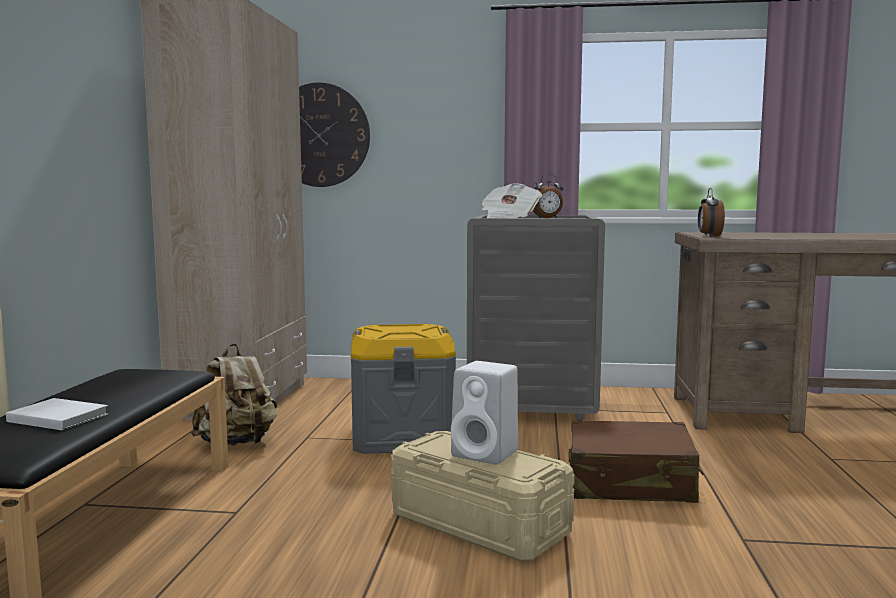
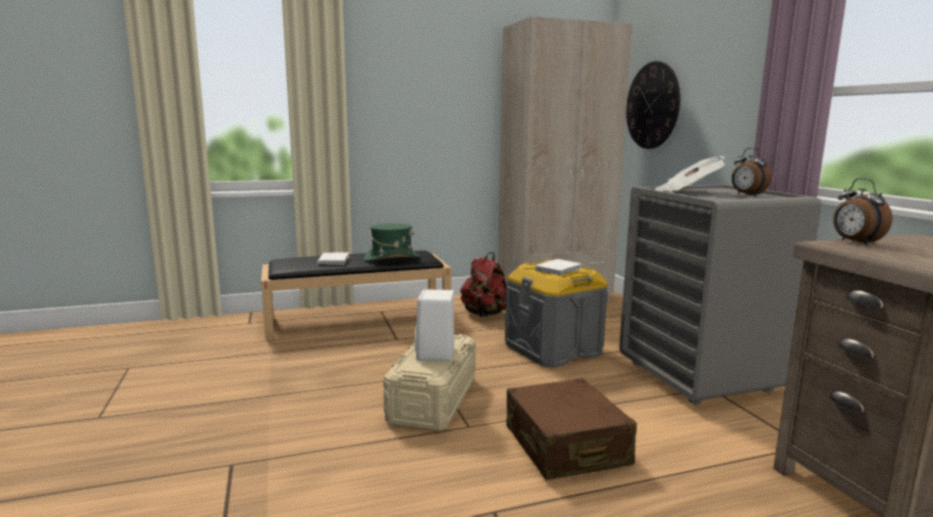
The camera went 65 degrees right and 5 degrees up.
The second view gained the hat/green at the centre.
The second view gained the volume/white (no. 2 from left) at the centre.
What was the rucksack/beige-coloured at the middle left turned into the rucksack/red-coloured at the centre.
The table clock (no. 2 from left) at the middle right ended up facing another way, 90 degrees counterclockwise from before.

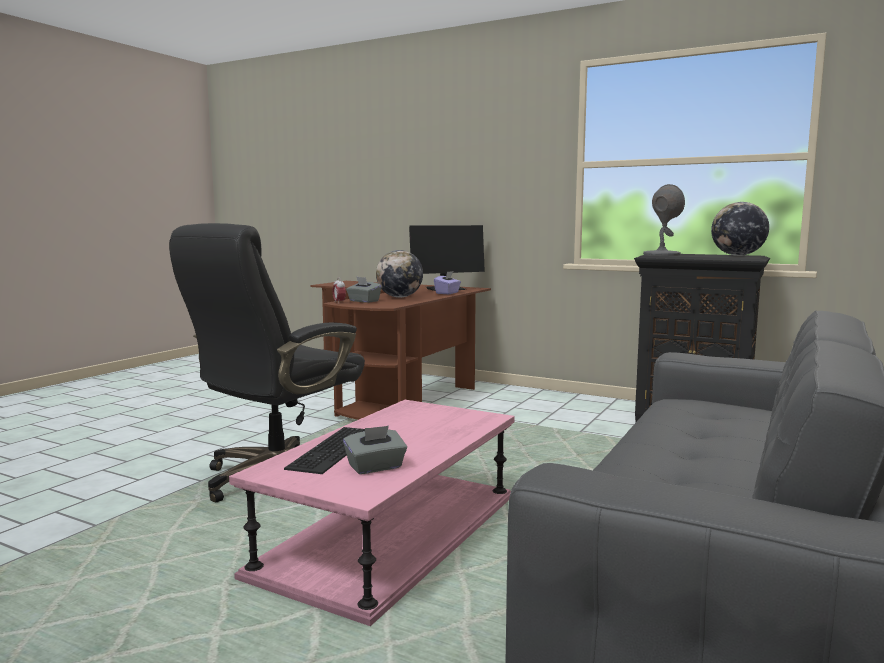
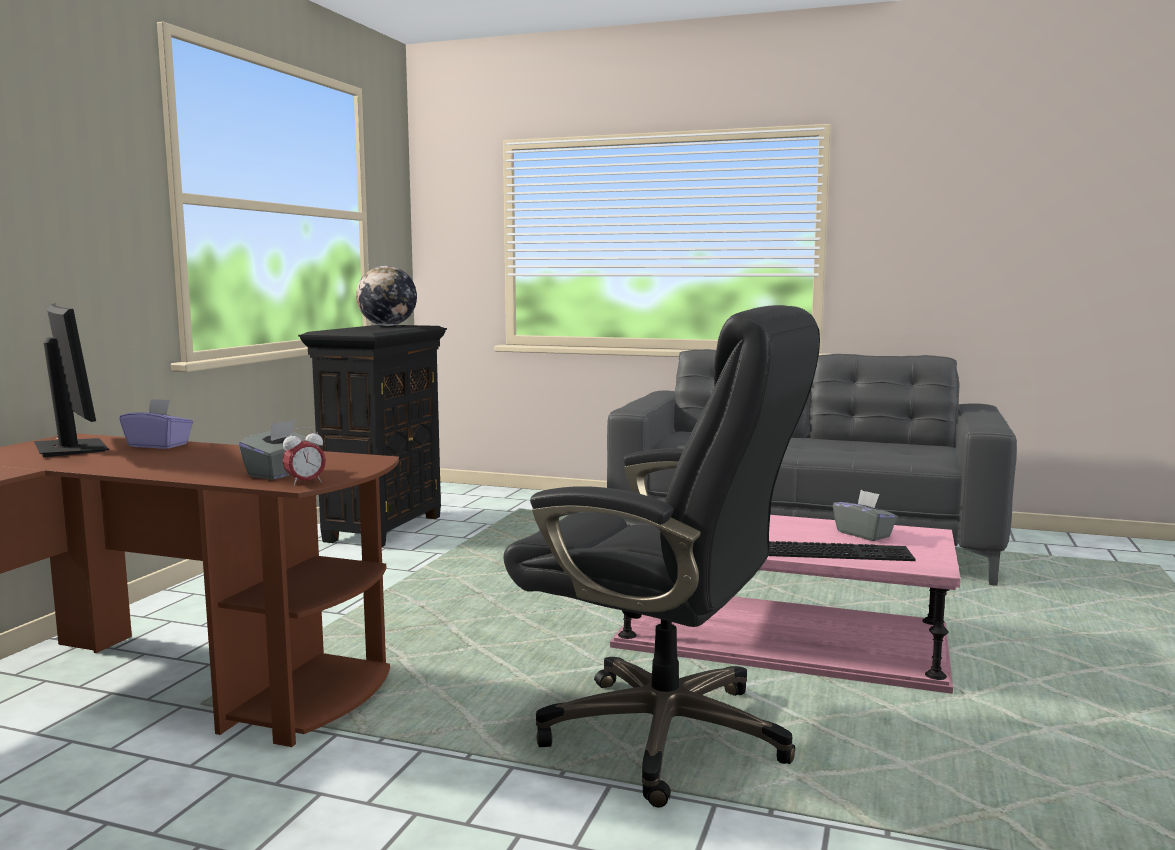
The camera went 100 degrees left and 0 degrees up.
The second view lost the desk globe (no. 1 from left) at the centre.
The second view lost the table lamp/gray at the top right.

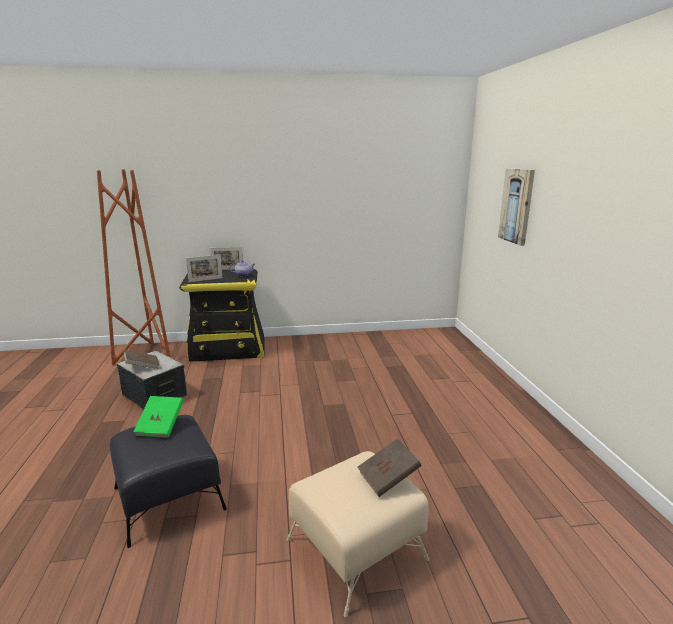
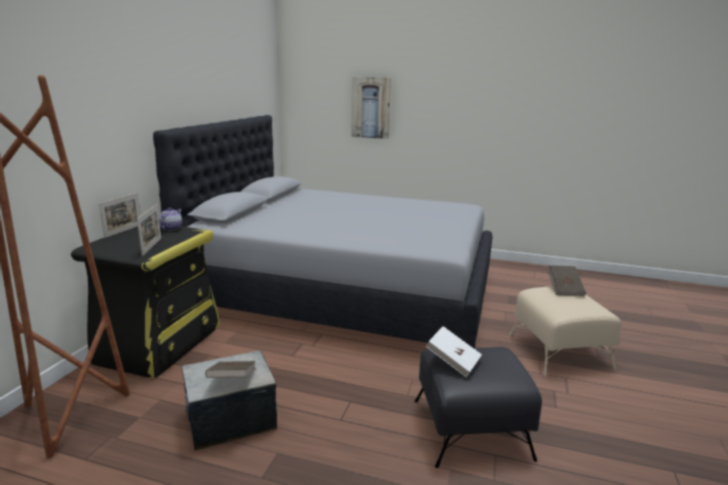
The camera went 65 degrees left and 0 degrees up.
The second view gained the bed/gray at the centre.
What was the volume/green at the bottom left turned into the volume/white at the bottom centre.

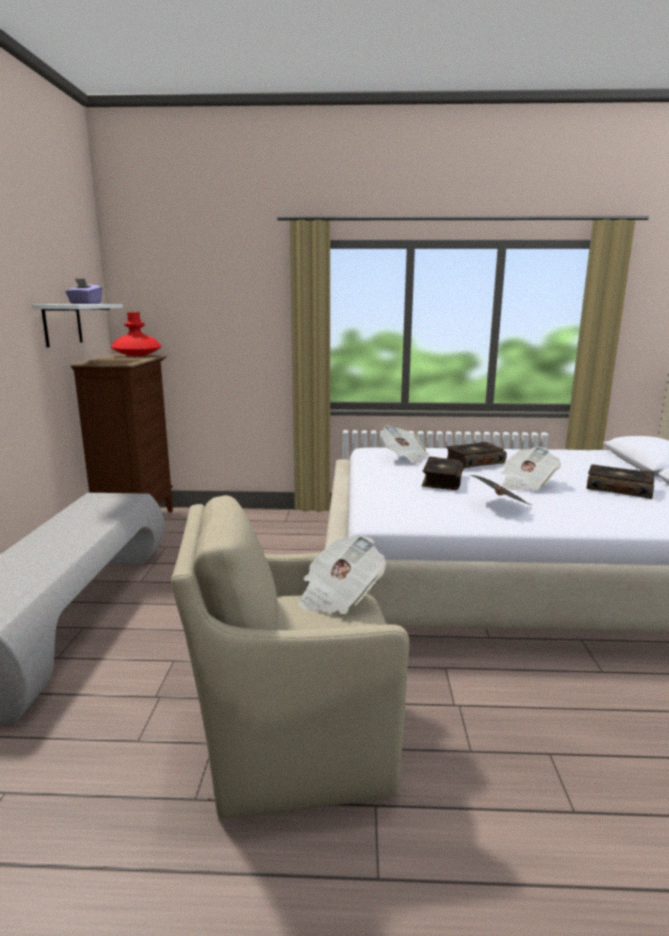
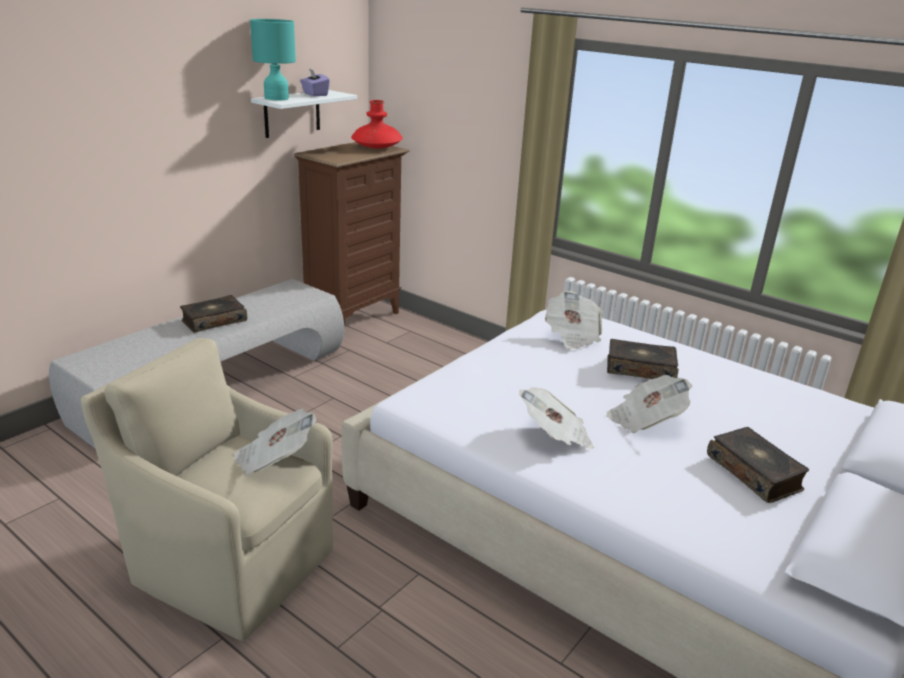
The camera went 35 degrees right and 10 degrees up.
The second view gained the table lamp/turquoise at the top left.
The volume (no. 1 from left) ended up elsewhere, having gone from the centre to the middle left.

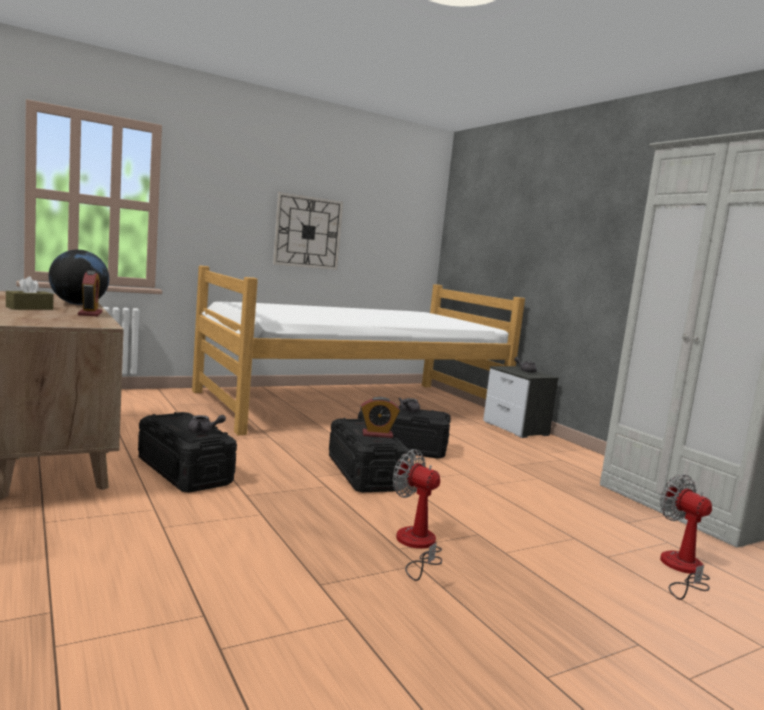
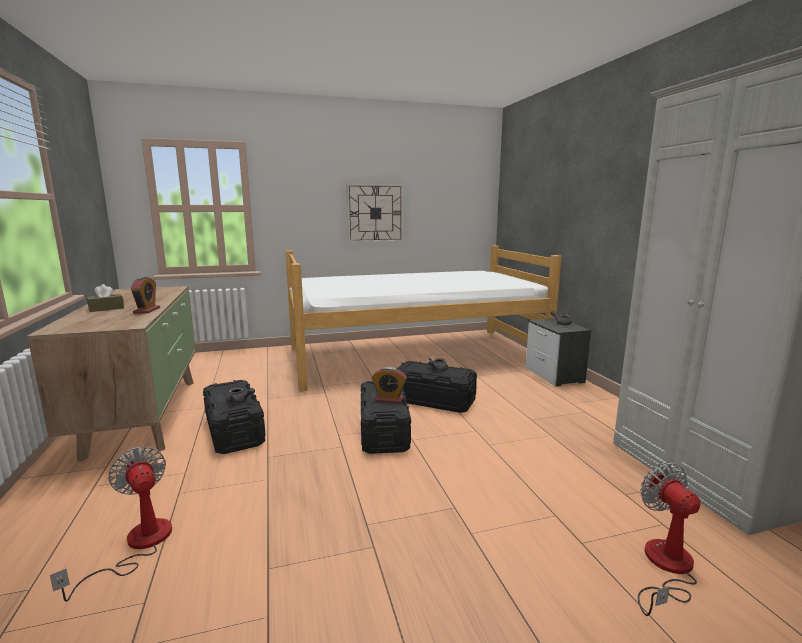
The camera went 15 degrees right and 5 degrees up.
The second view lost the desk globe at the middle left.
The electric fan (no. 1 from left) ended up elsewhere, having gone from the bottom centre to the bottom left.

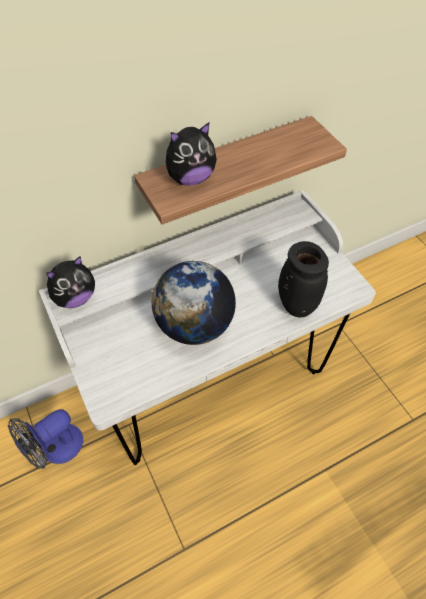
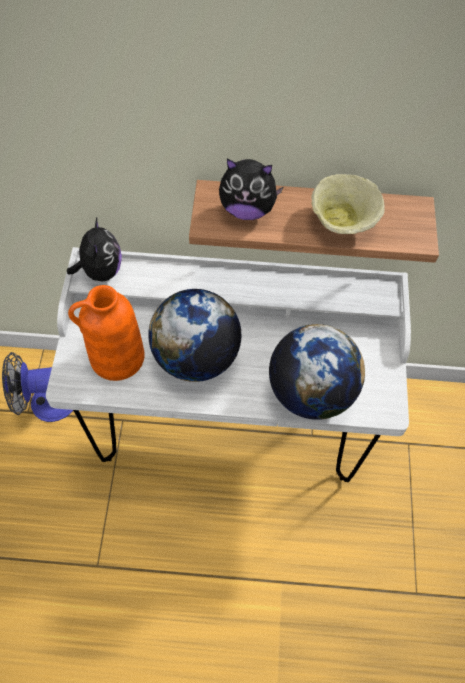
The camera went 30 degrees right and 5 degrees up.
The second view gained the vase/orangey at the middle left.
The second view gained the deep dish/beige-coloured at the top right.
Where the vase/black stood at the middle right, the desk globe (no. 2 from left) came to stand at the middle right.
The plush toy (no. 1 from left) at the middle left ended up facing another way, 90 degrees counterclockwise from before.

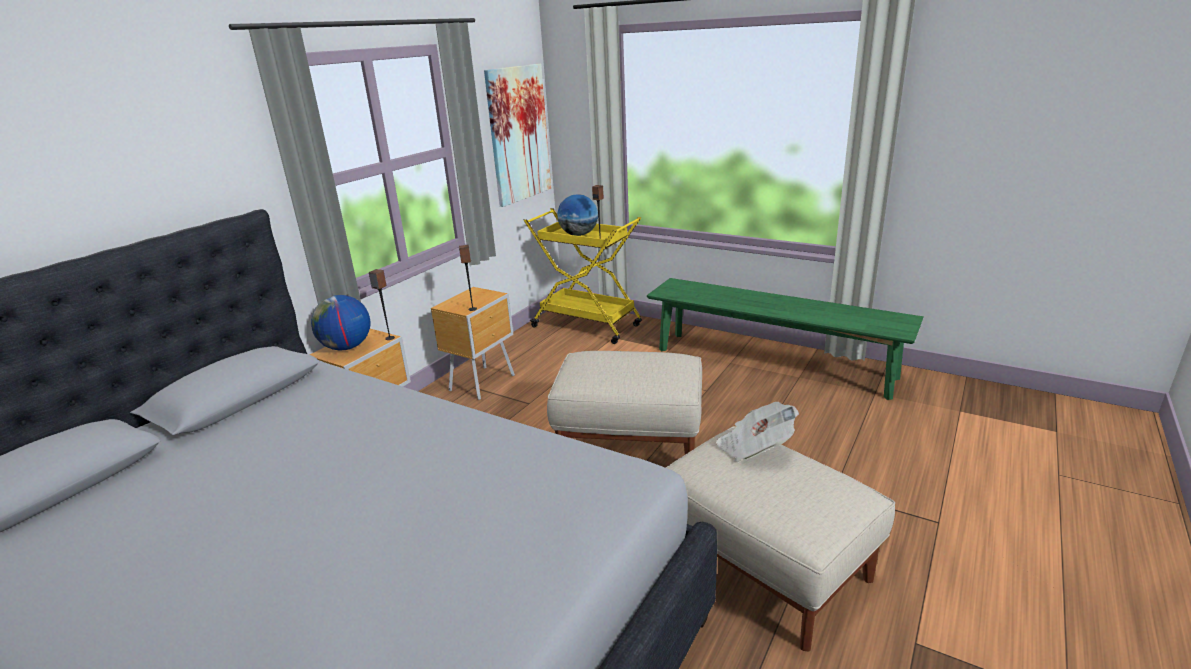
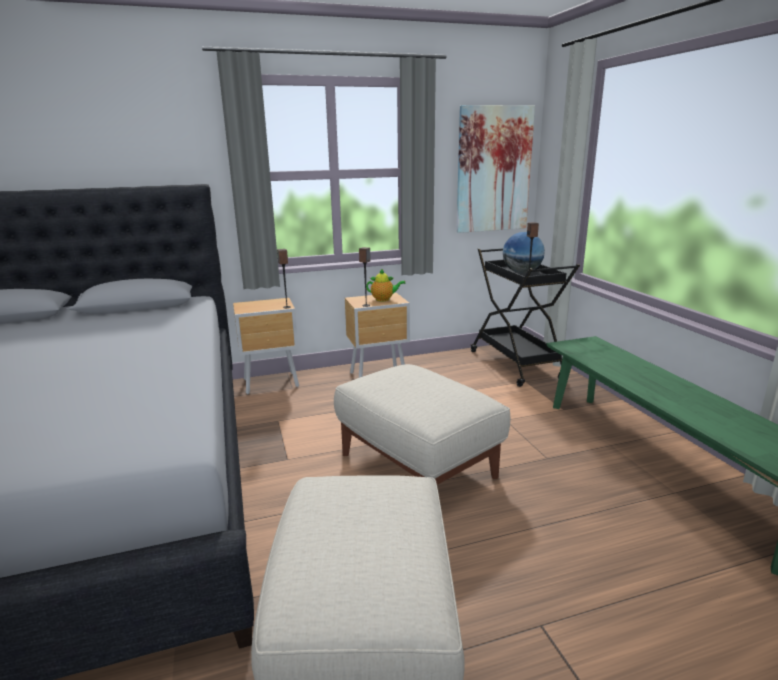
The camera went 40 degrees right and 5 degrees down.
The second view lost the desk globe (no. 1 from left) at the middle left.
The second view lost the daily paper at the centre.
The second view gained the tea pot at the centre.
What was the cart/yellow-coloured at the centre turned into the cart/black at the middle right.

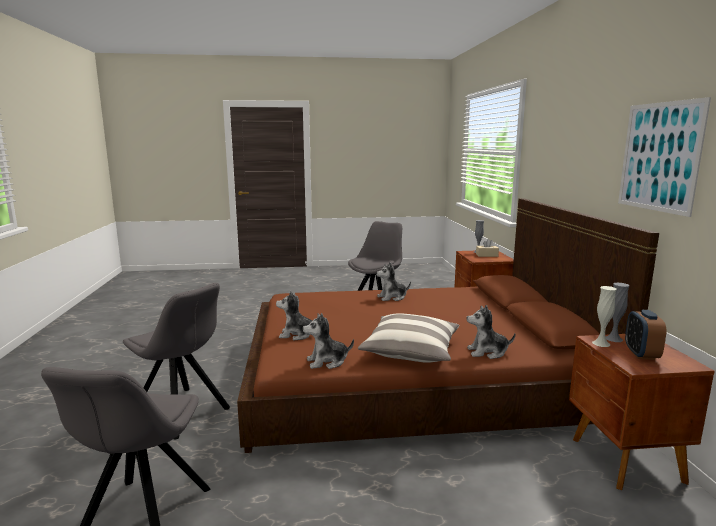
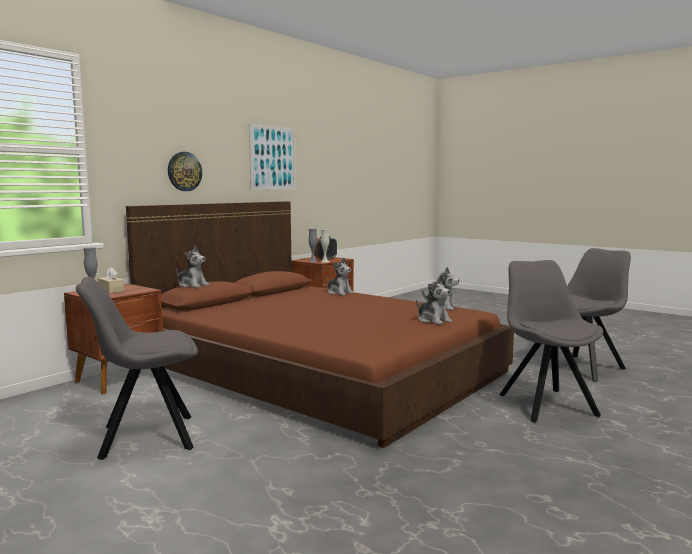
The camera went 135 degrees left and 5 degrees down.
The second view lost the cushion at the centre.
The second view gained the wall clock at the top left.
The plush toy (no. 3 from left in the first image) ended up elsewhere, having gone from the centre to the middle left.

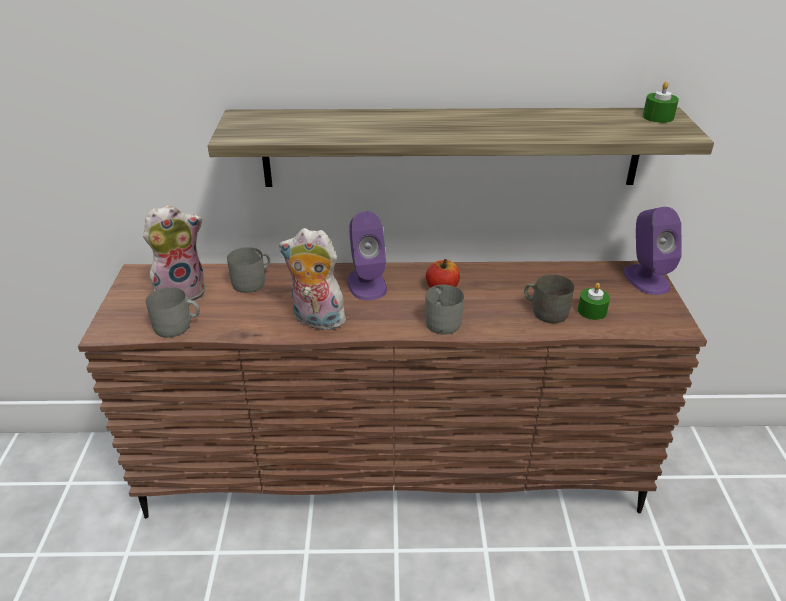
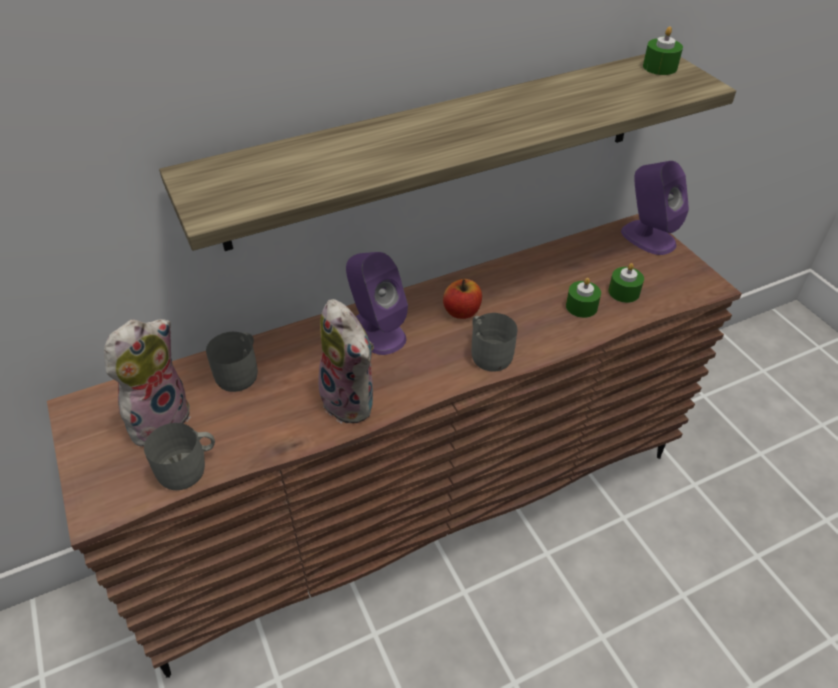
The camera went 25 degrees left and 10 degrees up.
Where the mug/gray (no. 4 from left) stood at the middle right, the wax candle/green (no. 1 from left) came to stand at the middle right.
The plush toy (no. 2 from left) at the centre ended up facing another way, 120 degrees counterclockwise from before.

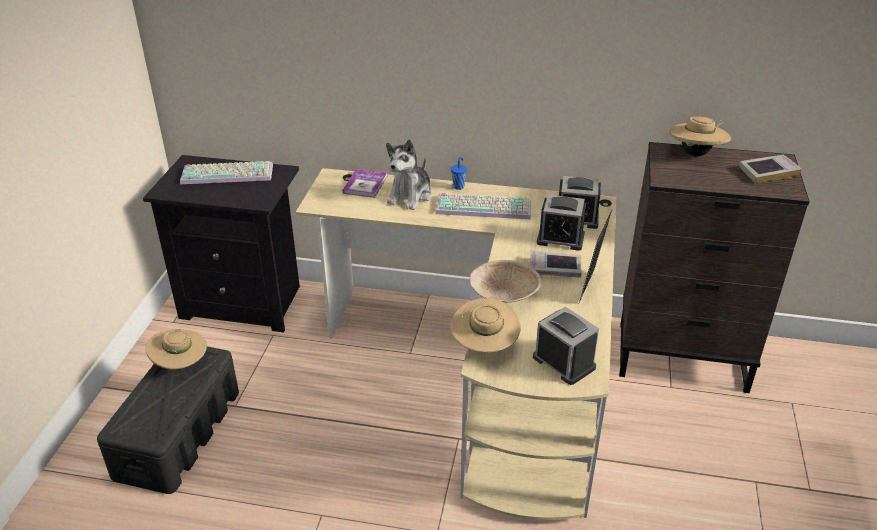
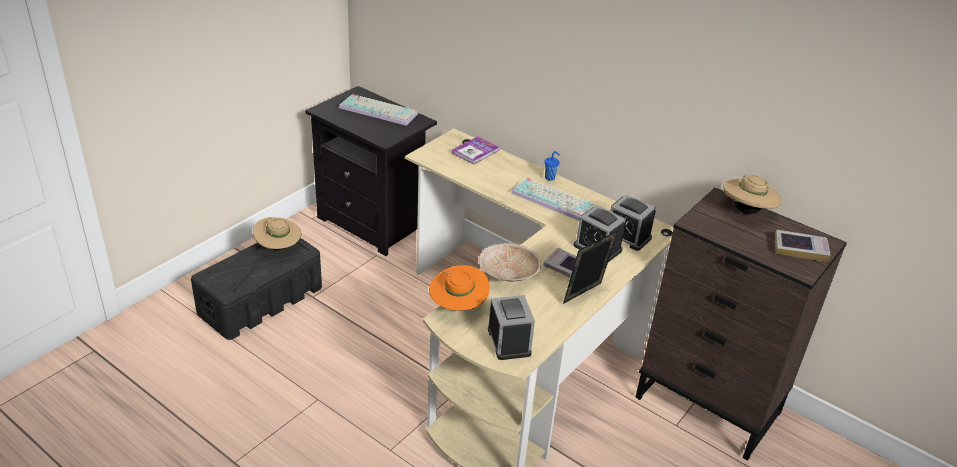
The camera went 25 degrees right and 0 degrees up.
The second view lost the plush toy at the top centre.
What was the hat/beige-coloured (no. 2 from left) at the centre turned into the hat/orangey at the centre.

